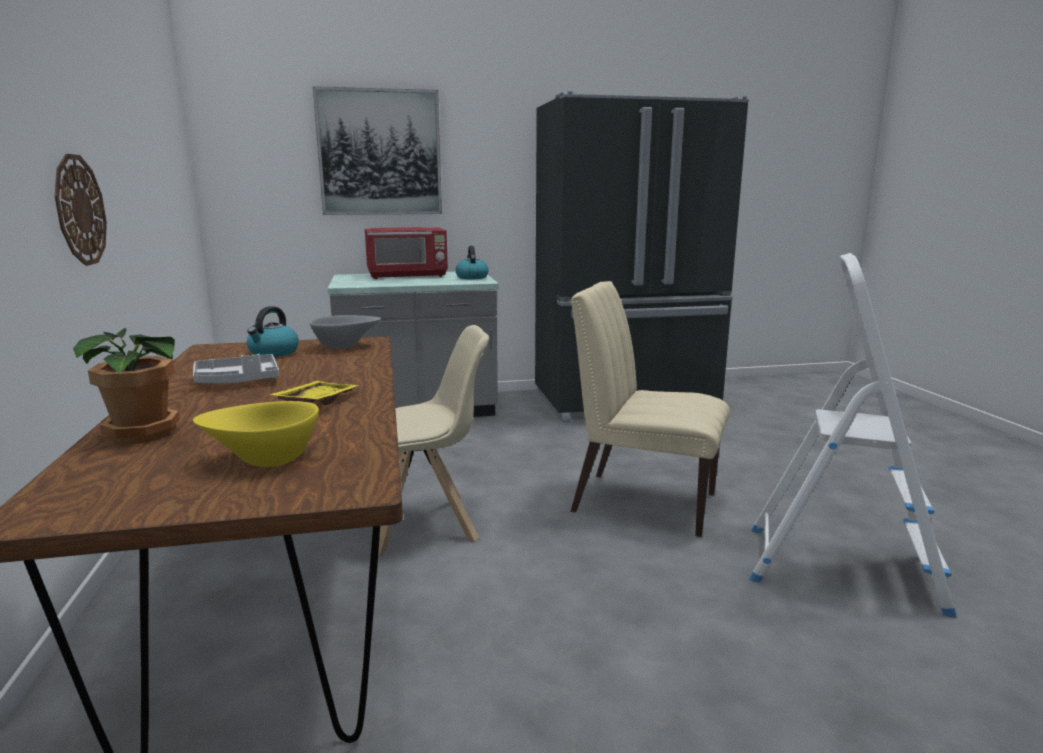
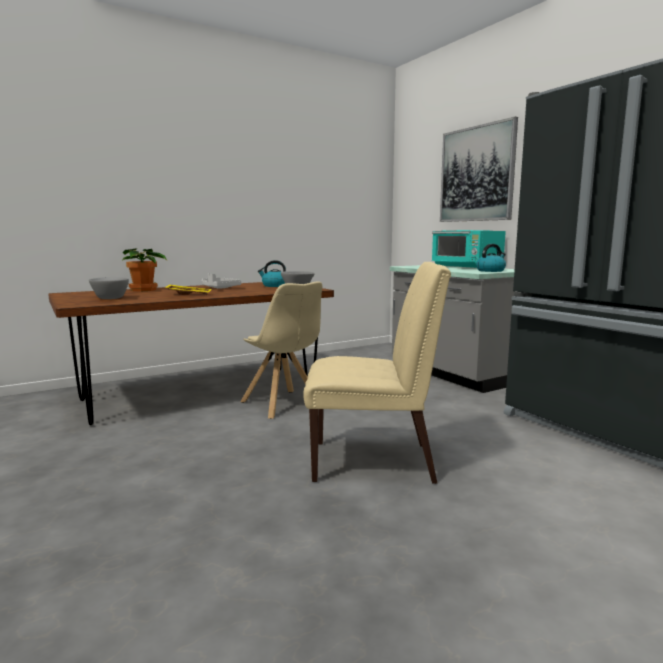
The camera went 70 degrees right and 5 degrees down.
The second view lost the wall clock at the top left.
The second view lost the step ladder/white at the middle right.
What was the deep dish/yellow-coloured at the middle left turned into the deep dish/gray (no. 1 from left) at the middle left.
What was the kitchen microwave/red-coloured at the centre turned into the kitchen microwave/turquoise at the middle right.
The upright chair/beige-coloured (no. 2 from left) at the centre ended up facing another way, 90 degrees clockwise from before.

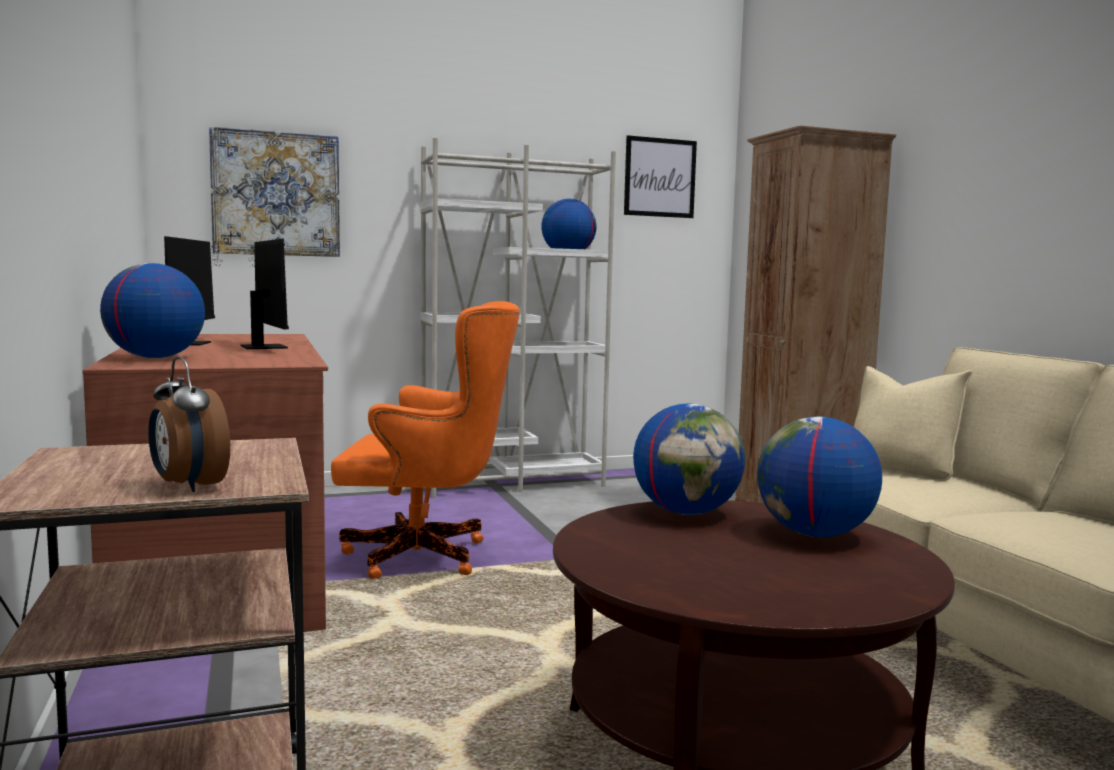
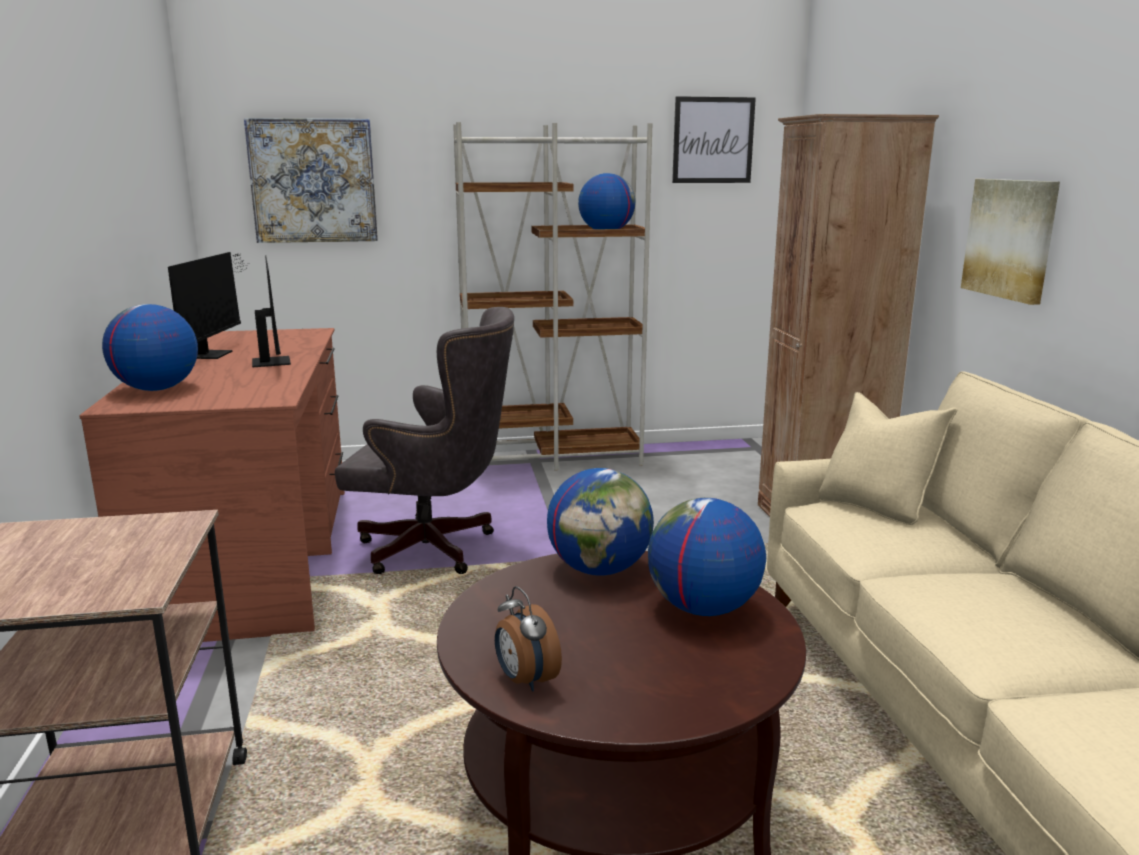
The camera went 10 degrees right and 10 degrees up.
The second view gained the picture (no. 3 from left) at the top right.
The table clock ended up elsewhere, having gone from the middle left to the bottom centre.
What was the office chair/orangey at the centre turned into the office chair/gray at the centre.
What was the bookcase/white at the centre turned into the bookcase/brown-coloured at the centre.

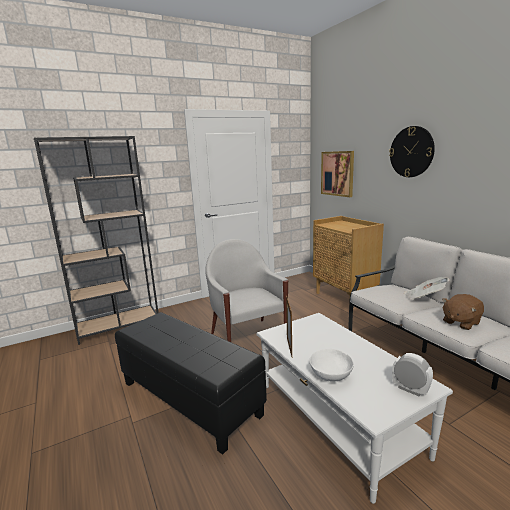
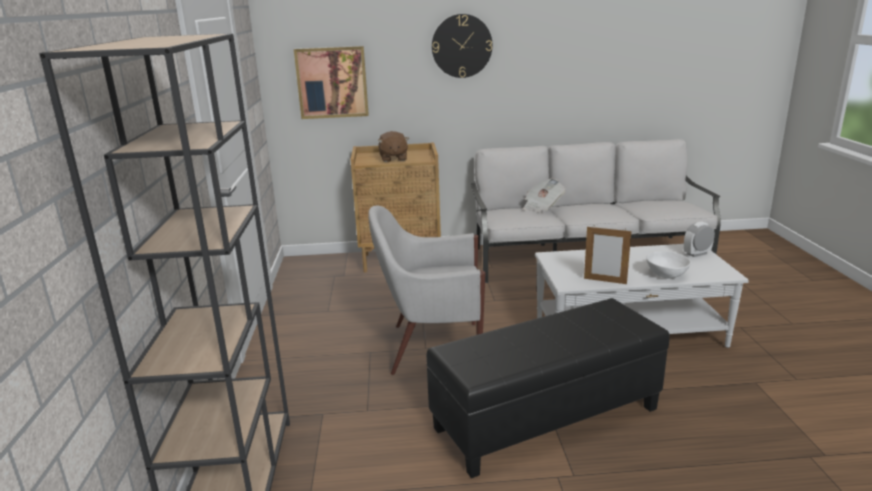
The camera went 65 degrees left and 5 degrees up.
The plush toy/brown-coloured ended up elsewhere, having gone from the middle right to the top centre.

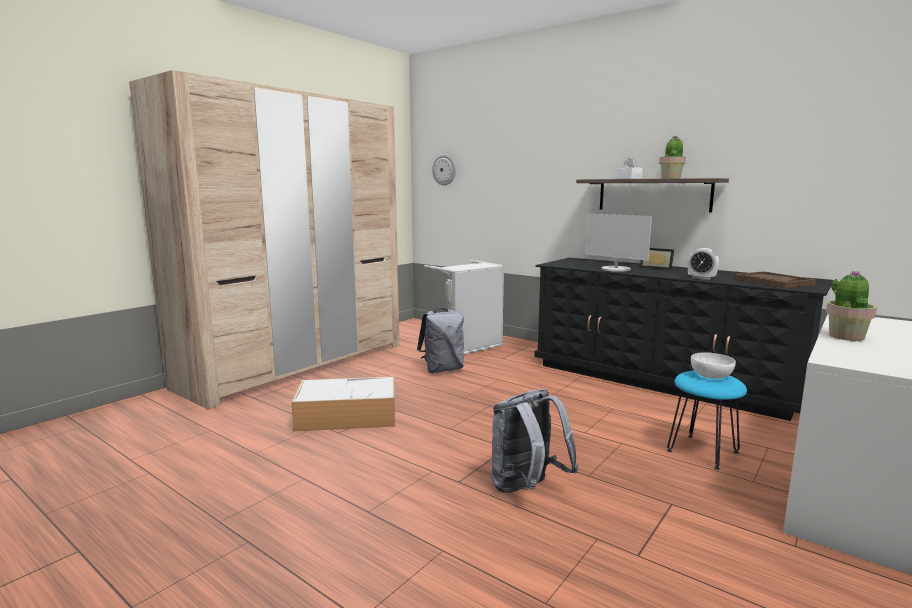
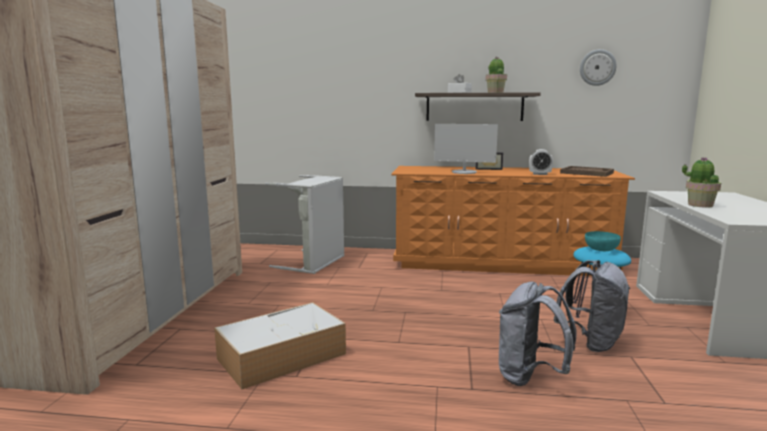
The camera went 30 degrees left and 0 degrees up.
The rucksack/gray (no. 1 from left in the first image) ended up elsewhere, having gone from the centre to the bottom right.
The wall clock ended up elsewhere, having gone from the top centre to the top right.
What was the chest of drawers/black at the middle right turned into the chest of drawers/orangey at the middle right.
What was the deep dish/white at the middle right turned into the deep dish/turquoise at the middle right.

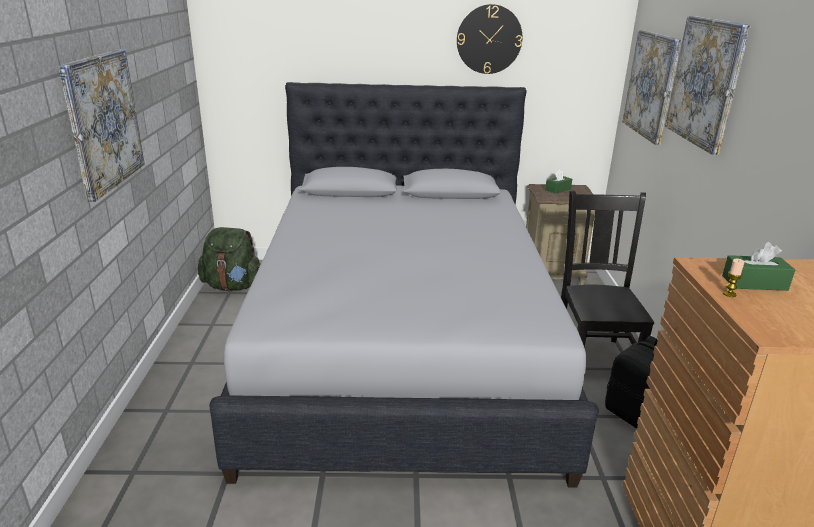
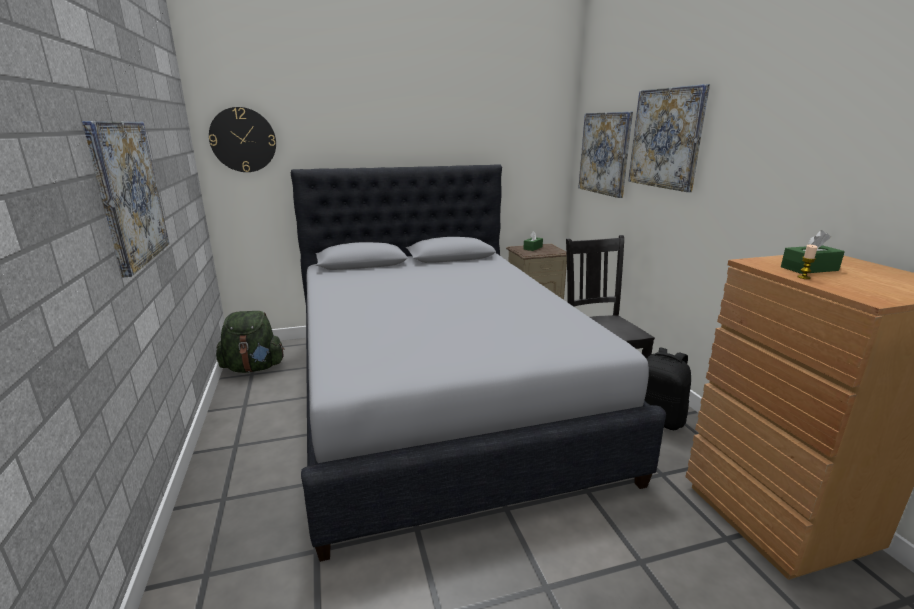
The camera went 15 degrees left and 5 degrees down.
The wall clock ended up elsewhere, having gone from the top centre to the top left.

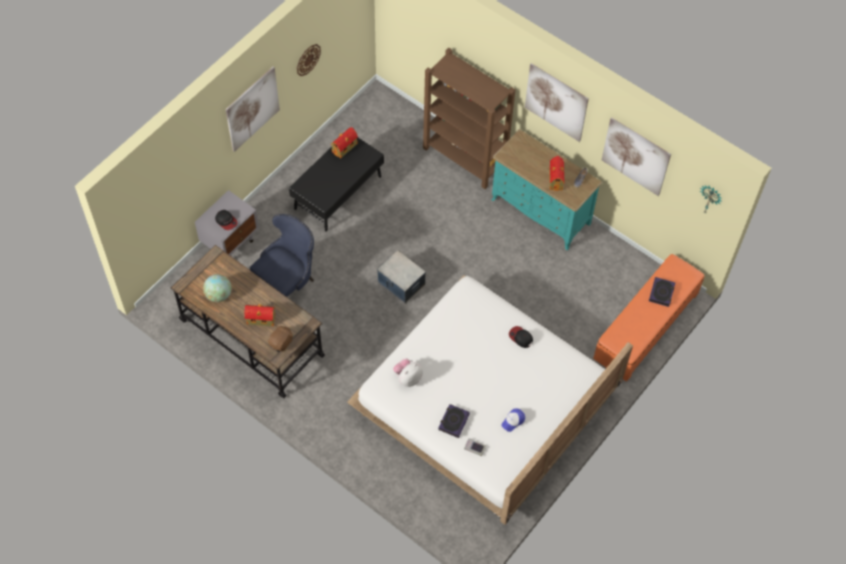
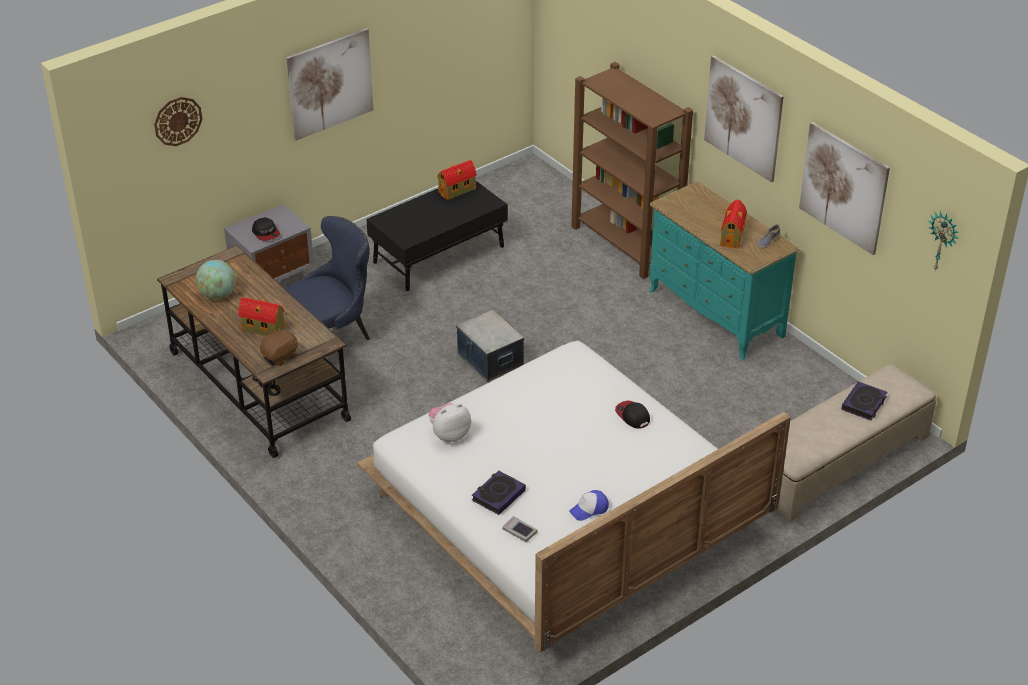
The camera went 15 degrees right and 20 degrees down.
The wall clock (no. 1 from left) ended up elsewhere, having gone from the top centre to the top left.
What was the long seat/orangey at the middle right turned into the long seat/beige-coloured at the middle right.

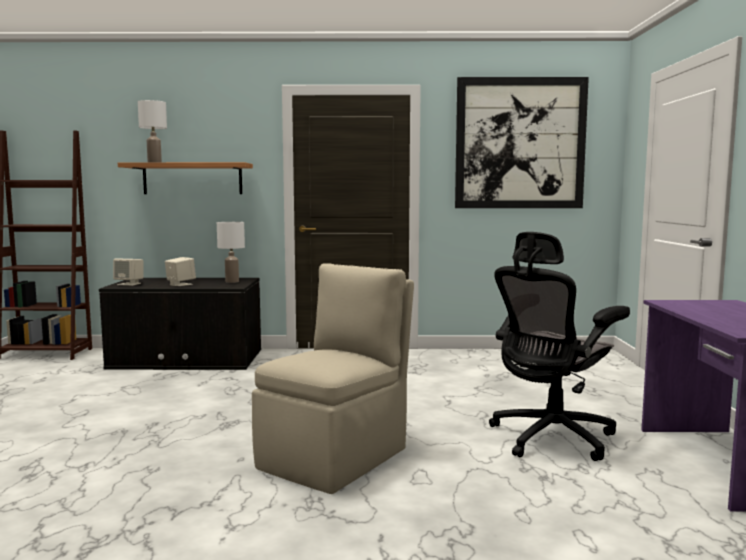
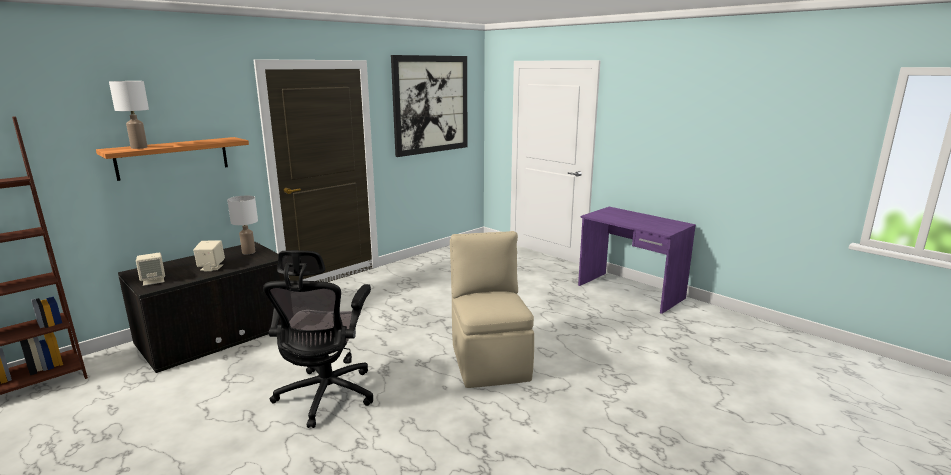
The camera went 45 degrees left and 10 degrees up.
The office chair ended up elsewhere, having gone from the middle right to the bottom centre.

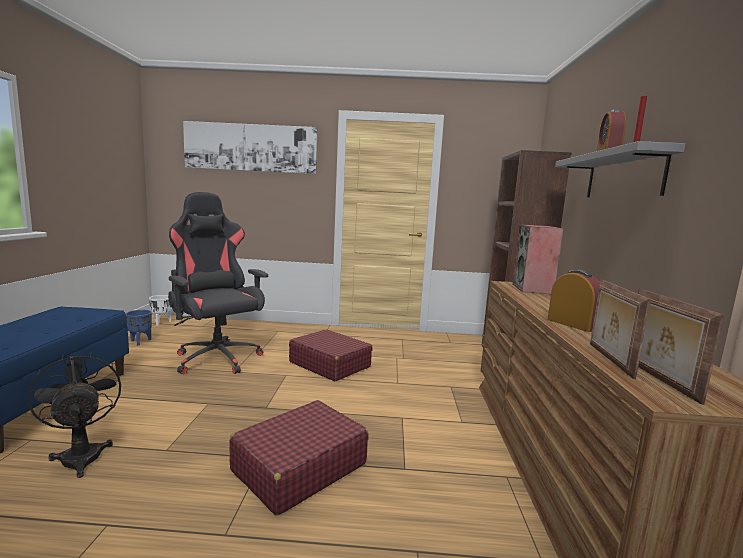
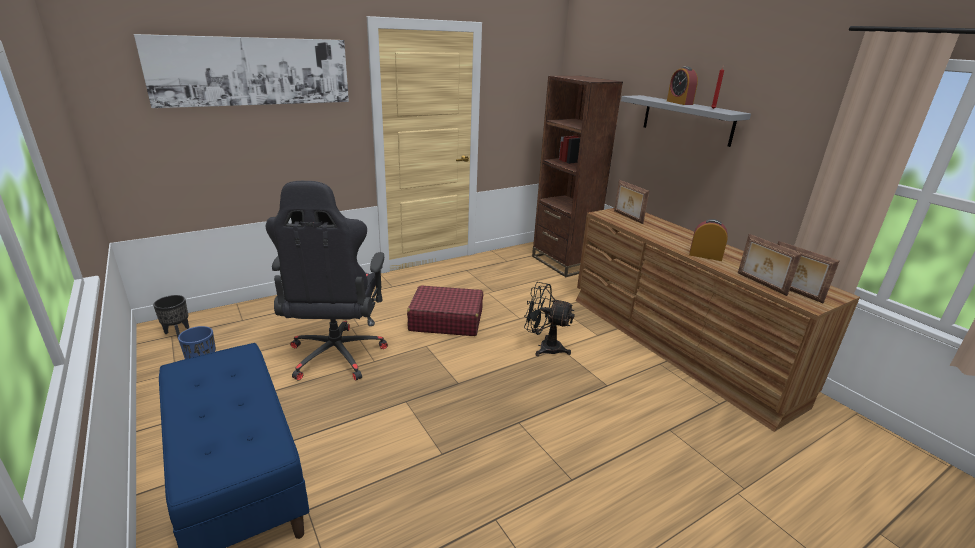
The camera went 35 degrees left and 15 degrees up.
The second view lost the piece of luggage/red-coloured (no. 1 from left) at the bottom centre.
The electric fan/black ended up elsewhere, having gone from the bottom left to the centre.
Where the loudspeaker stood at the middle right, the picture frame (no. 1 from left) came to stand at the centre.
What was the plant pot/white at the middle left turned into the plant pot/black at the middle left.
The office chair/black at the middle left ended up facing another way, 105 degrees counterclockwise from before.

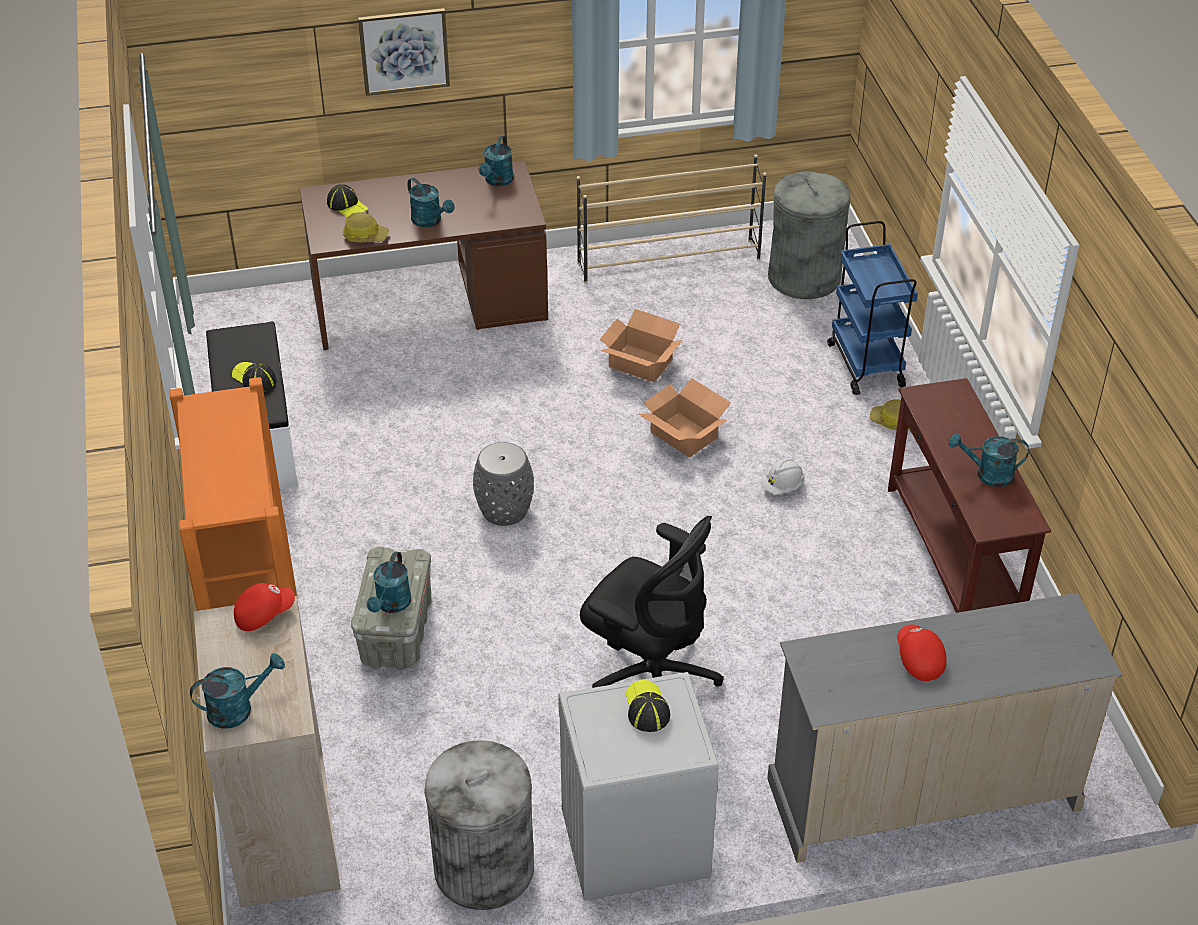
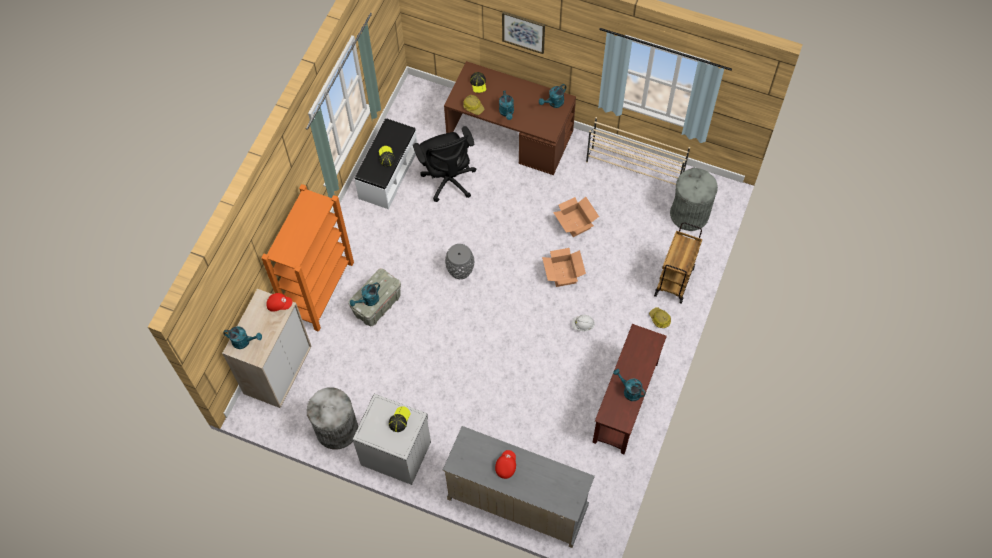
The camera went 35 degrees right and 20 degrees up.
The office chair/black ended up elsewhere, having gone from the centre to the top centre.
What was the cart/blue at the top right turned into the cart/brown-coloured at the middle right.

